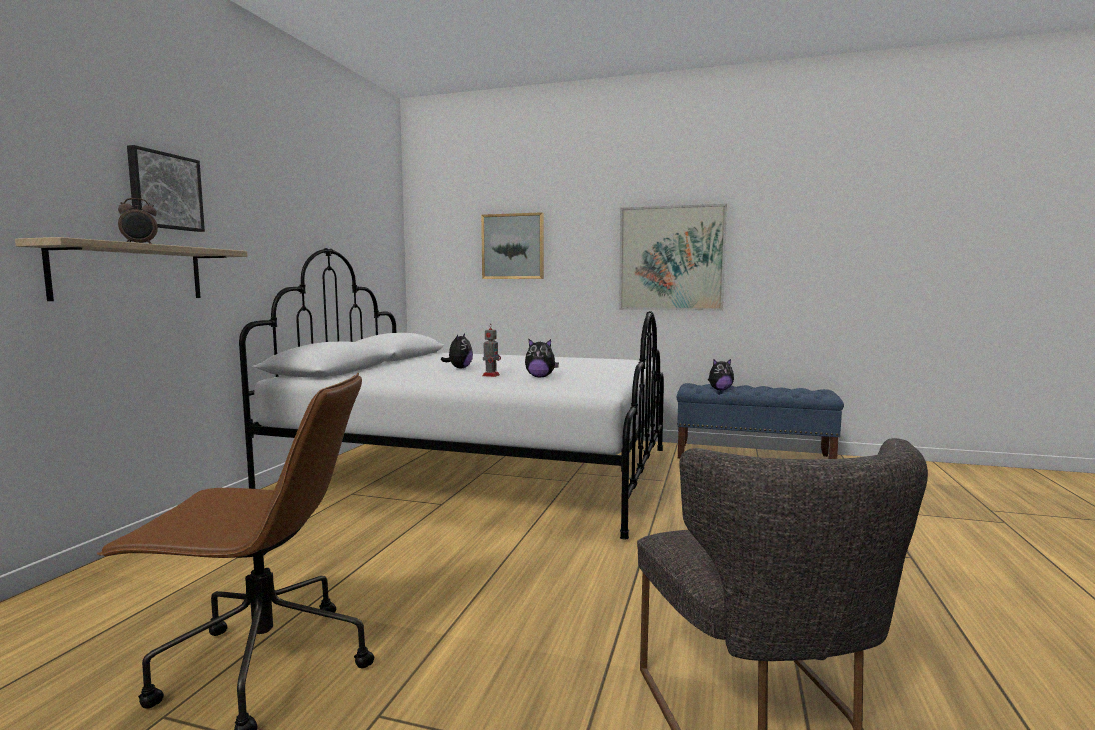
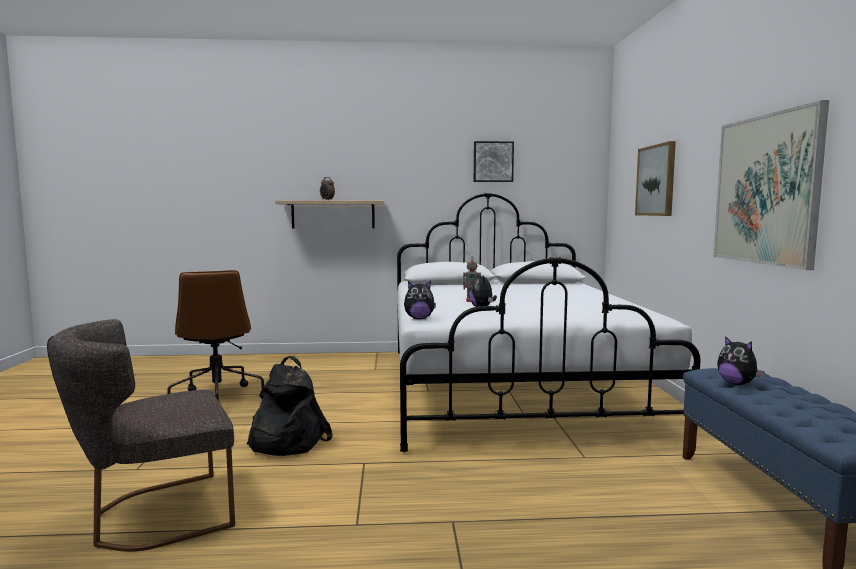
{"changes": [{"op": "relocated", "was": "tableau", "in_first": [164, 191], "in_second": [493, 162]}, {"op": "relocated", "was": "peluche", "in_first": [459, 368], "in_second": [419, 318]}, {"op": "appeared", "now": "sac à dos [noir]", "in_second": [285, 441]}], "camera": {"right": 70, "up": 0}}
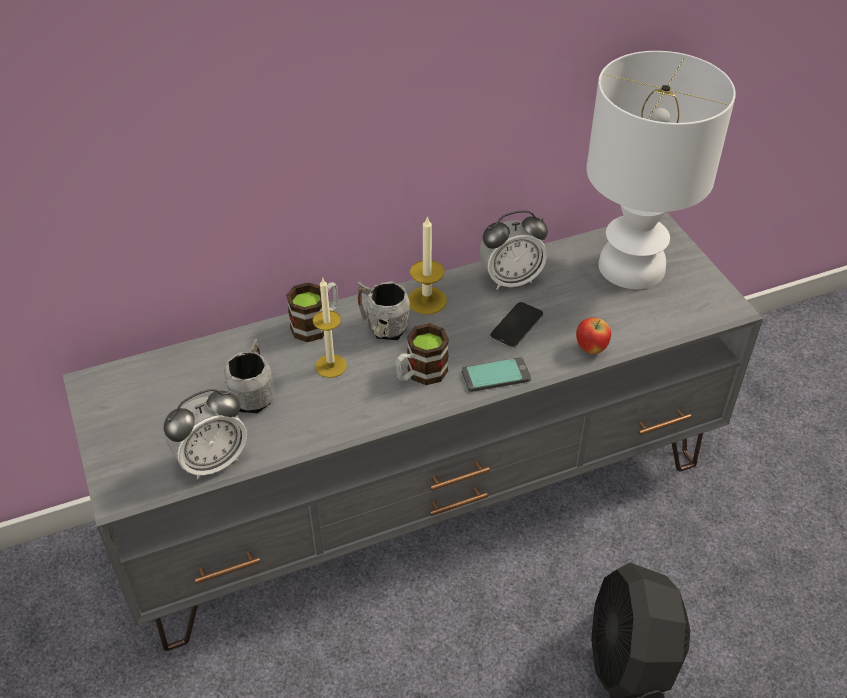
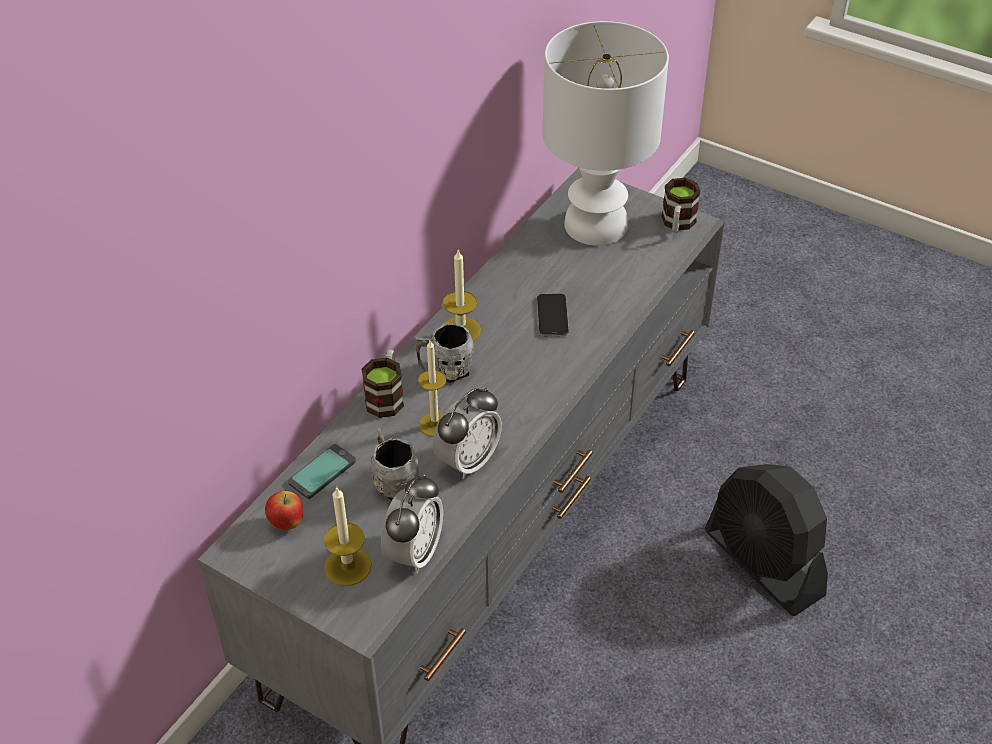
{"changes": [{"op": "relocated", "was": "réveil", "in_first": [511, 279], "in_second": [468, 461]}, {"op": "relocated", "was": "pomme", "in_first": [591, 348], "in_second": [286, 523]}, {"op": "relocated", "was": "mug", "in_first": [420, 374], "in_second": [677, 224]}, {"op": "relocated", "was": "téléphone", "in_first": [495, 375], "in_second": [322, 472]}, {"op": "appeared", "now": "bougie", "in_second": [348, 566]}], "camera": {"right": -35, "up": 0}}
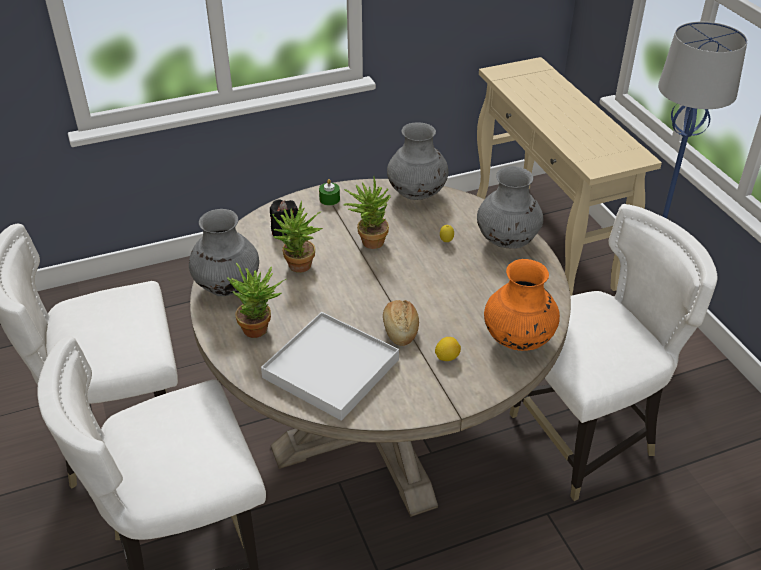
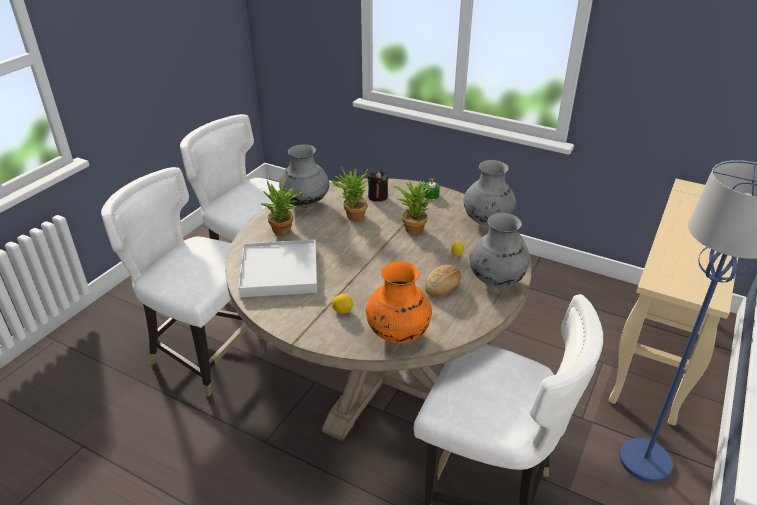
{"changes": [{"op": "relocated", "was": "pain", "in_first": [400, 329], "in_second": [443, 288]}], "camera": {"right": 50, "up": -5}}
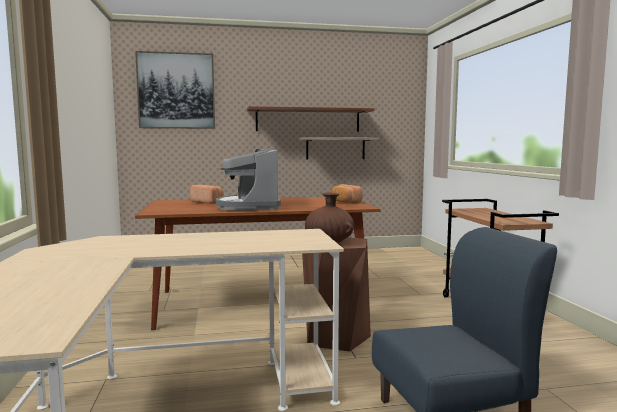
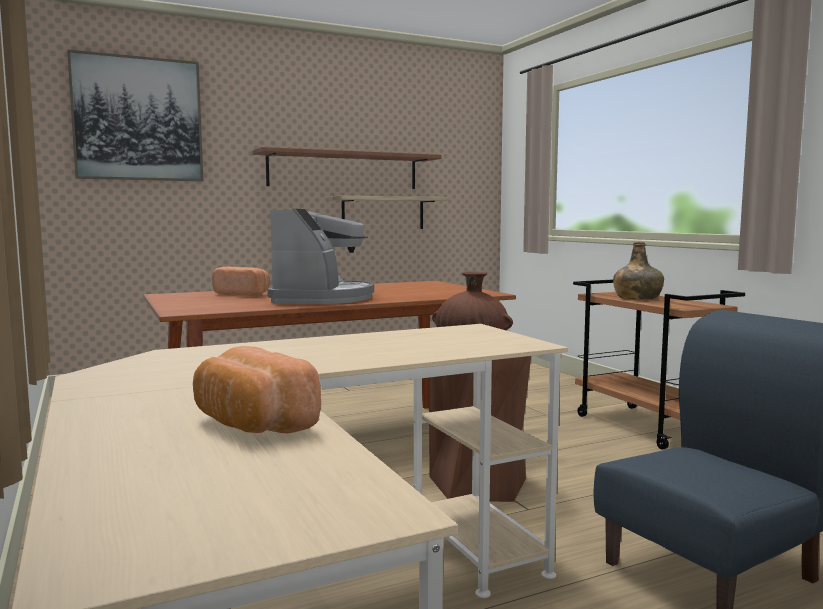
{"changes": [{"op": "spun", "was": "machine à café", "in_first": [249, 206], "in_second": [322, 298], "clockwise": -150}, {"op": "relocated", "was": "pain", "in_first": [344, 202], "in_second": [250, 424]}, {"op": "appeared", "now": "bouteille [vert]", "in_second": [637, 298]}], "camera": {"right": -15, "up": 0}}
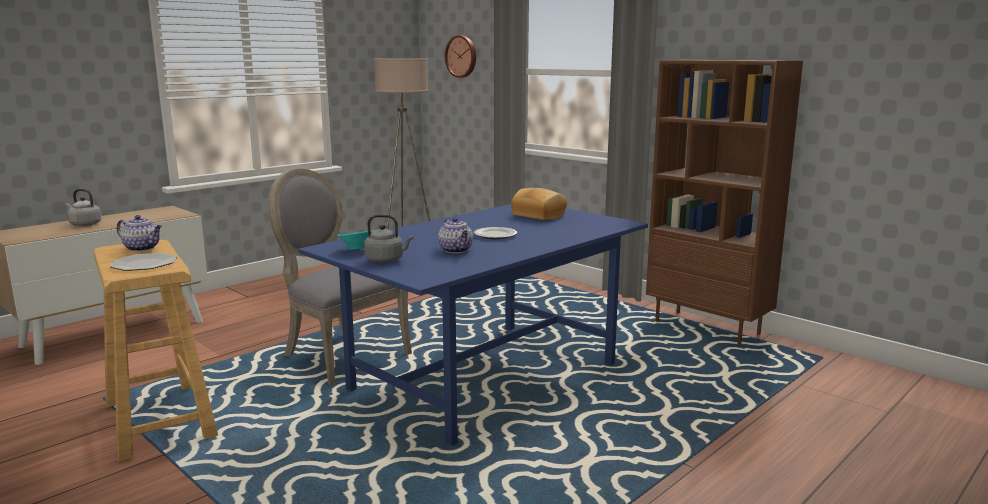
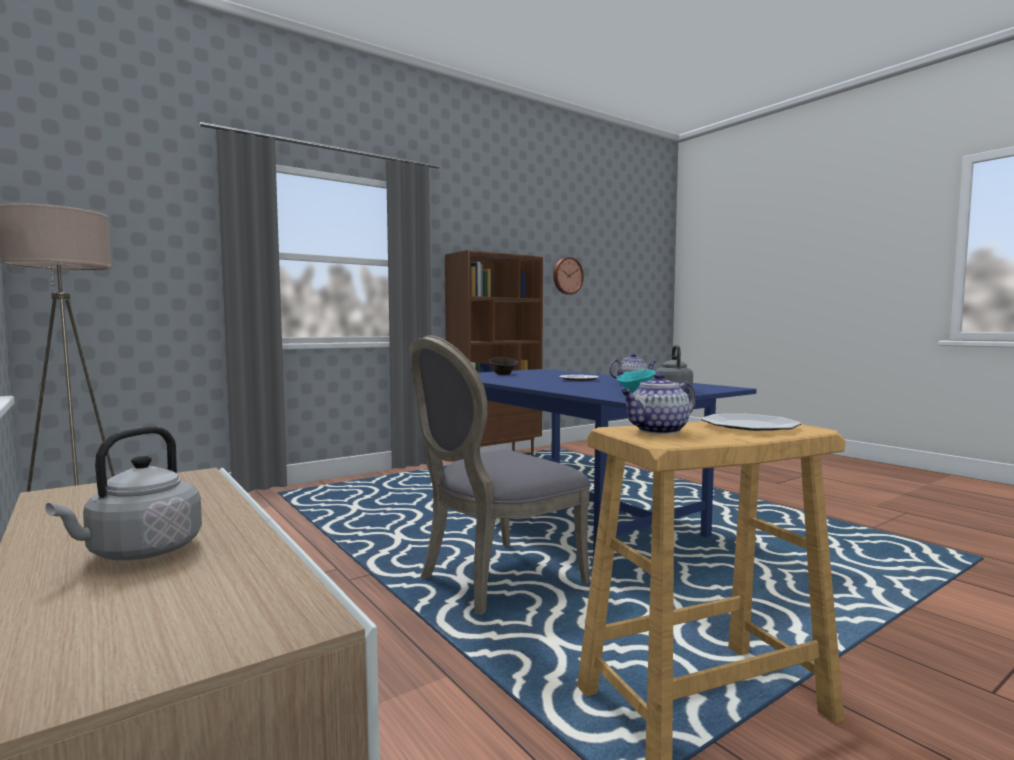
{"changes": [{"op": "relocated", "was": "horloge murale", "in_first": [462, 56], "in_second": [567, 276]}, {"op": "exchanged", "was": "pain", "now": "bol [marron]", "in_first": [539, 215], "in_second": [503, 374]}, {"op": "spun", "was": "théière", "in_first": [143, 248], "in_second": [658, 431], "clockwise": -150}], "camera": {"right": -80, "up": -10}}
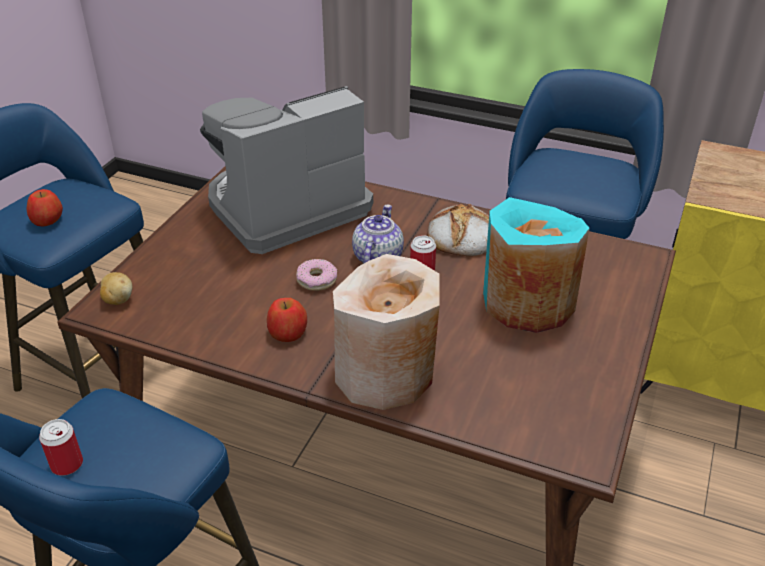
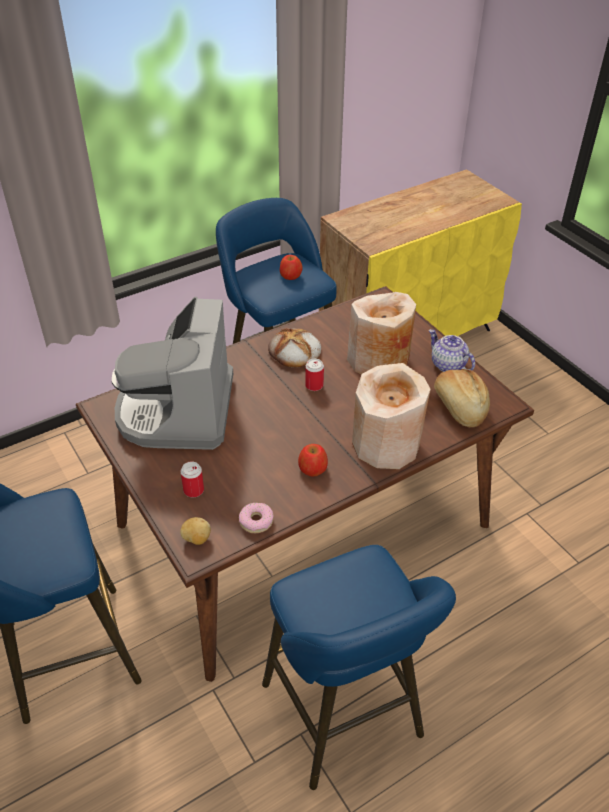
{"changes": [{"op": "relocated", "was": "pomme", "in_first": [47, 220], "in_second": [290, 275]}, {"op": "colour", "was": "vase [turquoise]", "now": "vase [beige]", "in_first": [527, 303], "in_second": [379, 360]}, {"op": "relocated", "was": "théière", "in_first": [377, 257], "in_second": [447, 365]}, {"op": "relocated", "was": "beignet", "in_first": [317, 280], "in_second": [256, 521]}, {"op": "relocated", "was": "boîte métallique", "in_first": [67, 464], "in_second": [193, 490]}, {"op": "appeared", "now": "pain", "in_second": [459, 407]}], "camera": {"right": -55, "up": 5}}
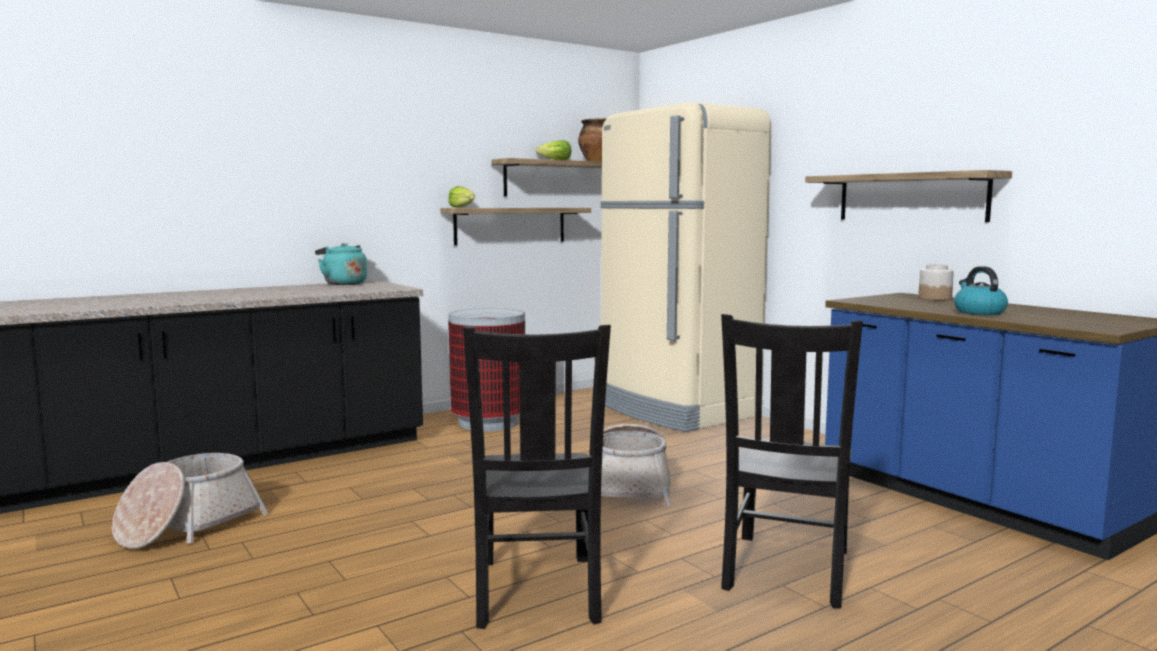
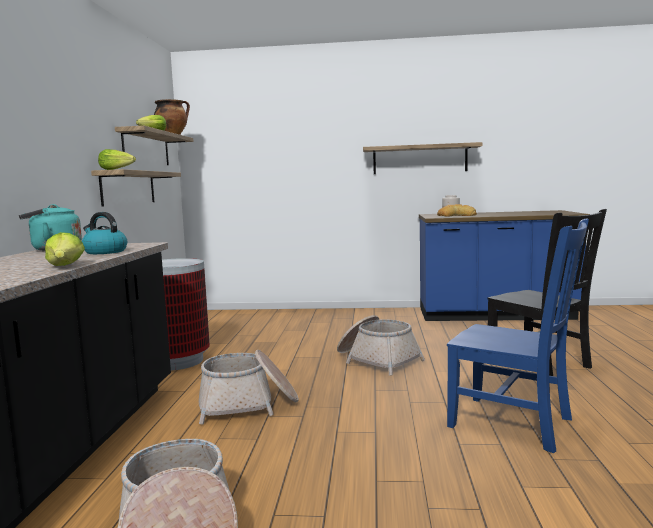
{"changes": [{"op": "missing", "was": "réfrigérateur [beige]", "in_first": [676, 411]}, {"op": "relocated", "was": "bouilloire", "in_first": [978, 312], "in_second": [104, 252]}, {"op": "colour", "was": "chaise [noir]", "now": "chaise [bleu]", "in_first": [536, 593], "in_second": [514, 423]}, {"op": "appeared", "now": "pain", "in_second": [456, 216]}, {"op": "appeared", "now": "laitue", "in_second": [66, 266]}, {"op": "appeared", "now": "panier", "in_second": [248, 405]}], "camera": {"right": -50, "up": 0}}
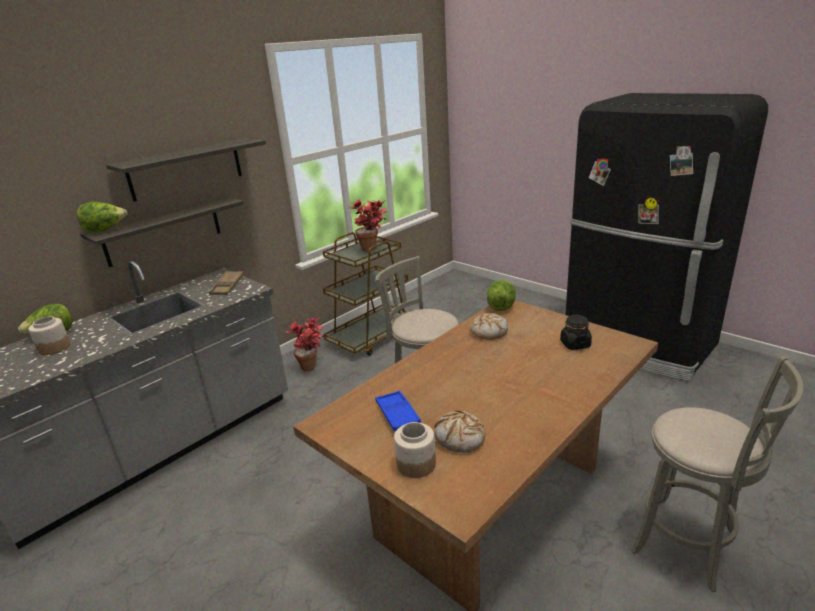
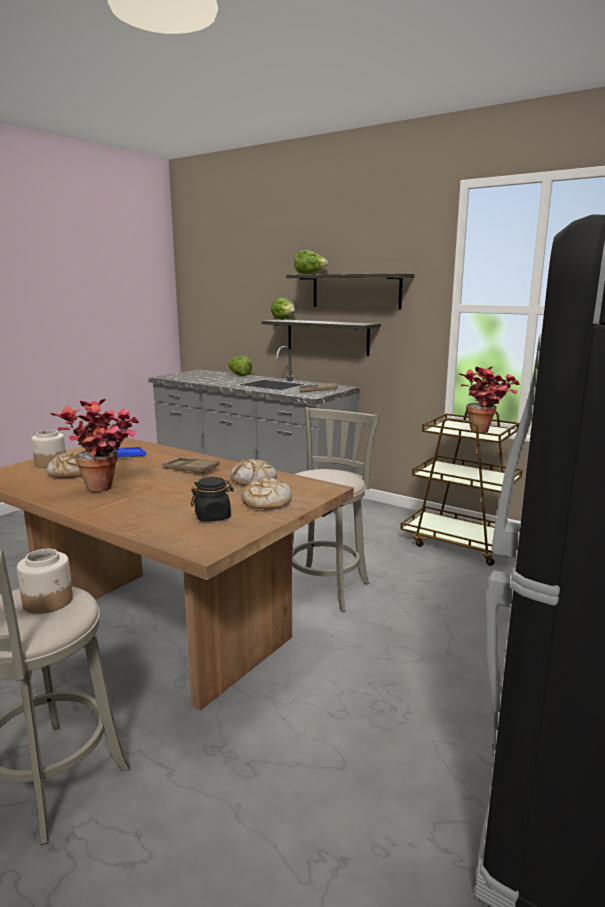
{"changes": [{"op": "relocated", "was": "laitue", "in_first": [501, 306], "in_second": [309, 274]}, {"op": "relocated", "was": "bocal", "in_first": [55, 347], "in_second": [48, 601]}, {"op": "relocated", "was": "plante en pot", "in_first": [312, 365], "in_second": [106, 490]}, {"op": "appeared", "now": "plateau [marron]", "in_second": [191, 469]}, {"op": "appeared", "now": "pain", "in_second": [265, 502]}], "camera": {"right": 80, "up": -10}}
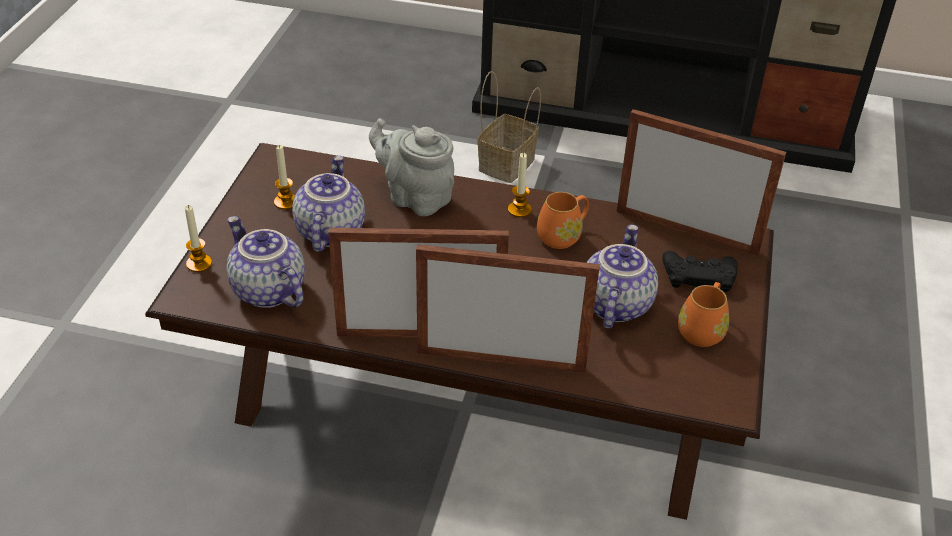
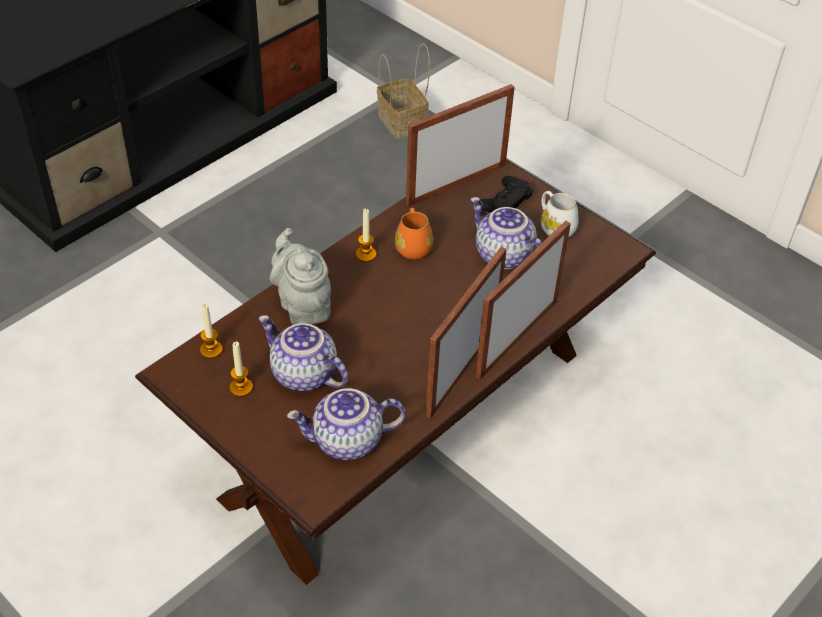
{"changes": [{"op": "relocated", "was": "panier", "in_first": [506, 166], "in_second": [403, 123]}, {"op": "spun", "was": "théière [gris]", "in_first": [415, 198], "in_second": [303, 305], "clockwise": 90}, {"op": "relocated", "was": "bougie", "in_first": [199, 264], "in_second": [211, 350]}, {"op": "colour", "was": "mug [orange]", "now": "mug [blanc]", "in_first": [702, 329], "in_second": [555, 227]}], "camera": {"right": -60, "up": 5}}
